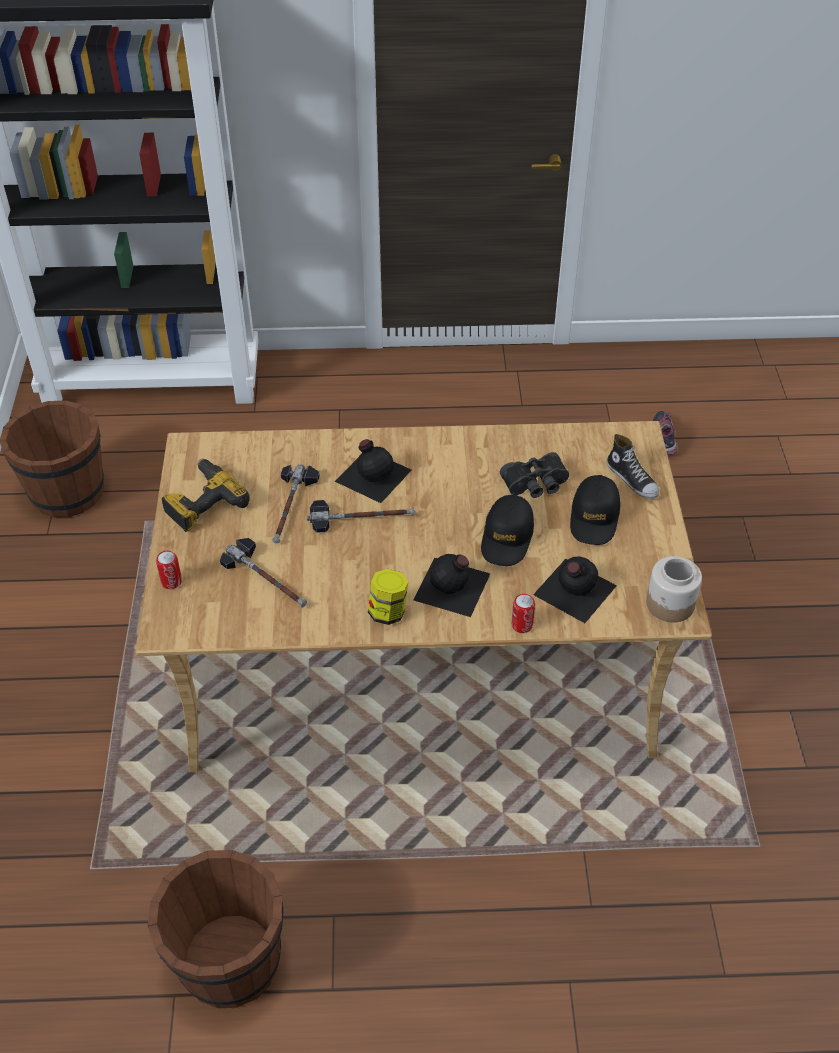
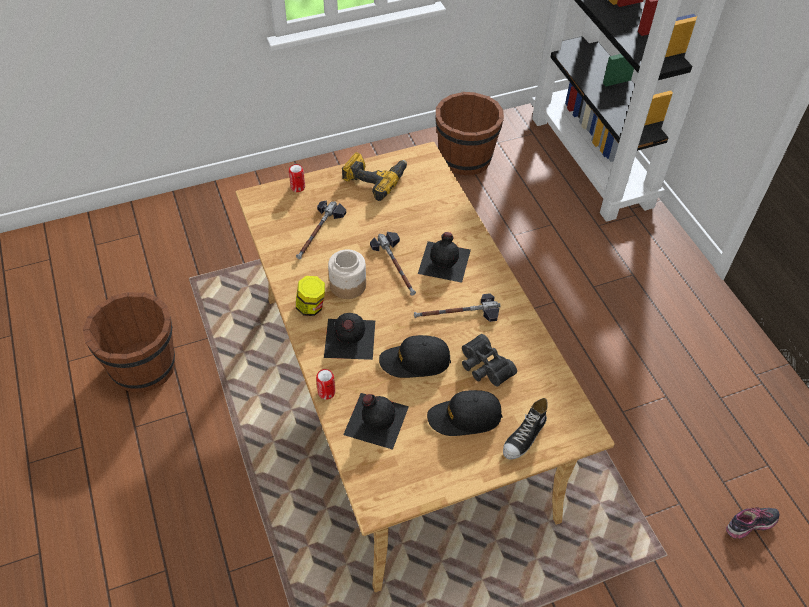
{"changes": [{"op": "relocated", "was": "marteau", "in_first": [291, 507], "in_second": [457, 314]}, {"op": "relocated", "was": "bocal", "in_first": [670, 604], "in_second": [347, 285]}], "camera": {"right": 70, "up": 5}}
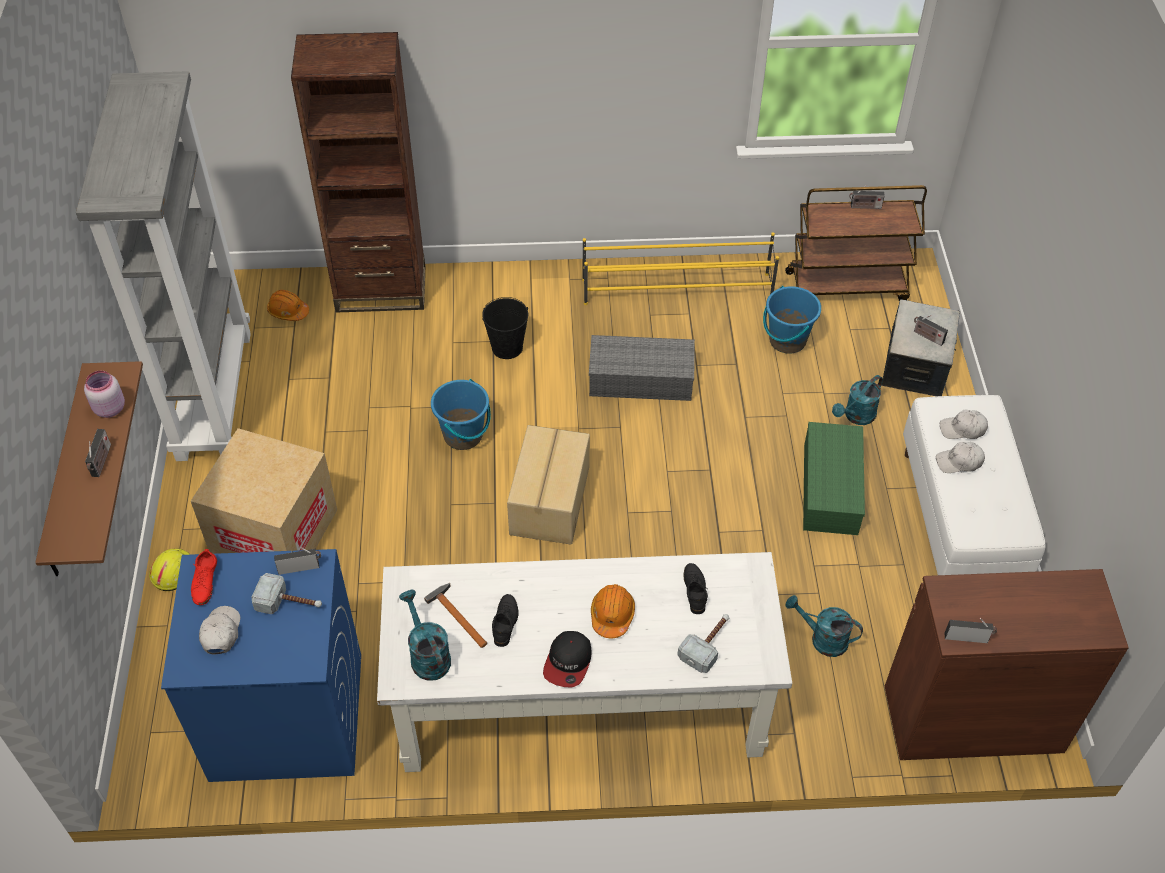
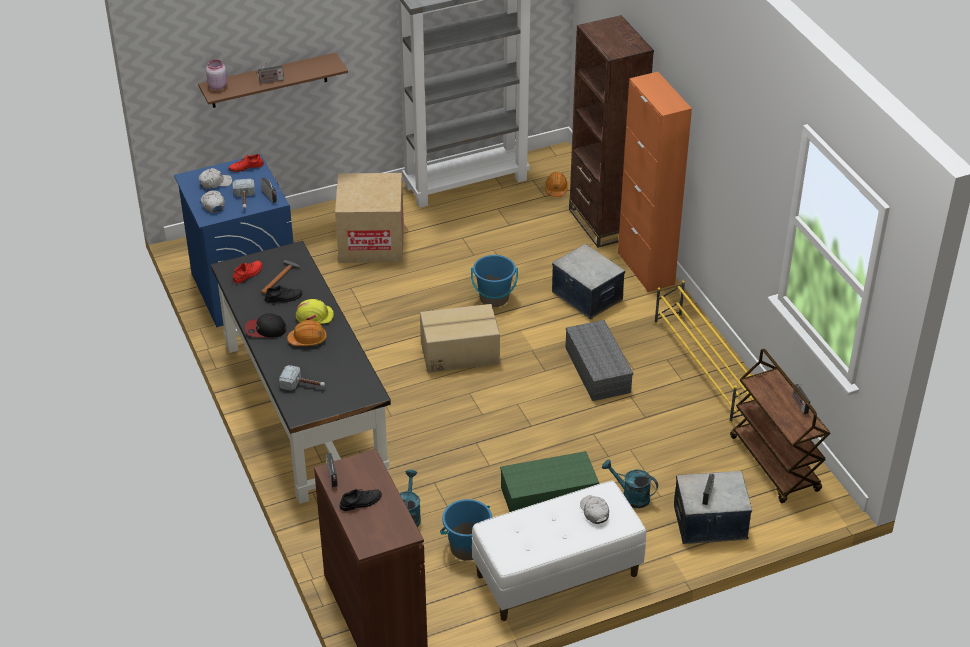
{"changes": [{"op": "relocated", "was": "seau [bleu]", "in_first": [787, 340], "in_second": [467, 548]}, {"op": "exchanged", "was": "seau [noir]", "now": "boîte de rangement", "in_first": [507, 347], "in_second": [586, 296]}, {"op": "relocated", "was": "bocal [rose]", "in_first": [109, 408], "in_second": [217, 86]}, {"op": "relocated", "was": "casquette [blanc]", "in_first": [959, 462], "in_second": [212, 204]}, {"op": "relocated", "was": "casque de chantier [jaune]", "in_first": [172, 571], "in_second": [315, 317]}, {"op": "colour", "was": "bureau [blanc]", "now": "bureau [noir]", "in_first": [579, 705], "in_second": [303, 408]}, {"op": "relocated", "was": "chaussure [noir]", "in_first": [695, 590], "in_second": [361, 502]}, {"op": "exchanged", "was": "arrosoir [turquoise]", "now": "chaussure [rouge]", "in_first": [427, 655], "in_second": [248, 274]}, {"op": "appeared", "now": "meuble de rangement [orange]", "in_second": [646, 268]}], "camera": {"right": 70, "up": -10}}
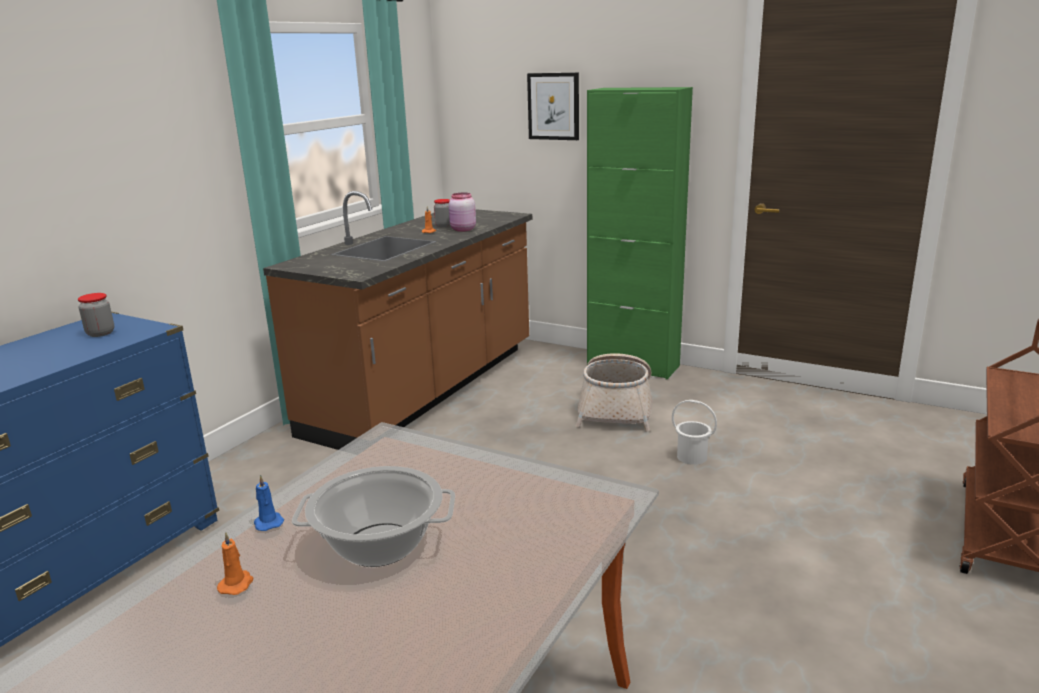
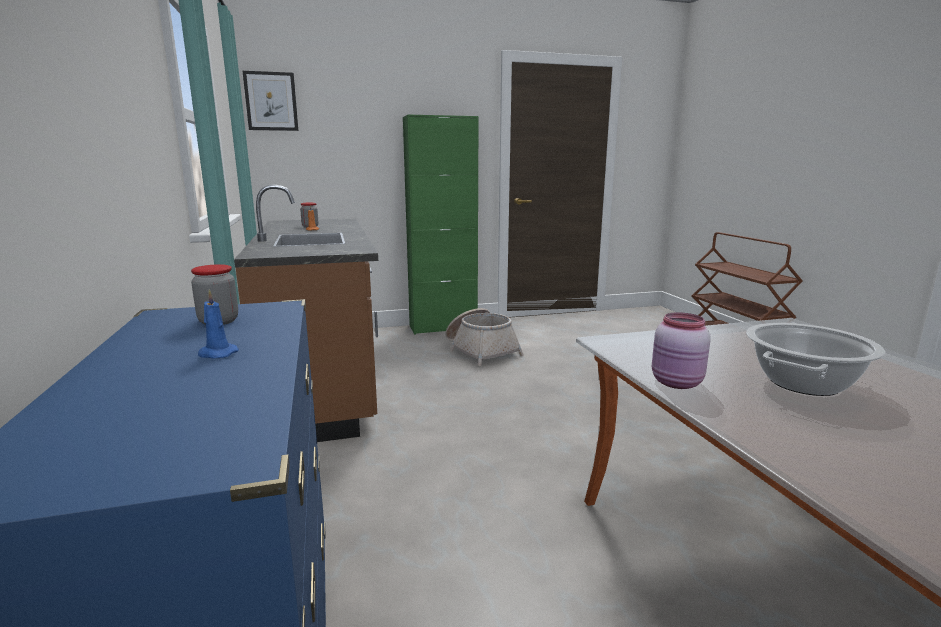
{"changes": [{"op": "relocated", "was": "tableau", "in_first": [553, 106], "in_second": [271, 101]}, {"op": "relocated", "was": "bocal [rose]", "in_first": [462, 229], "in_second": [677, 383]}, {"op": "missing", "was": "seau [blanc]", "in_first": [691, 457]}, {"op": "relocated", "was": "bougie [bleu]", "in_first": [268, 522], "in_second": [216, 354]}, {"op": "missing", "was": "bougie [orange]", "in_first": [237, 584]}], "camera": {"right": -45, "up": -5}}
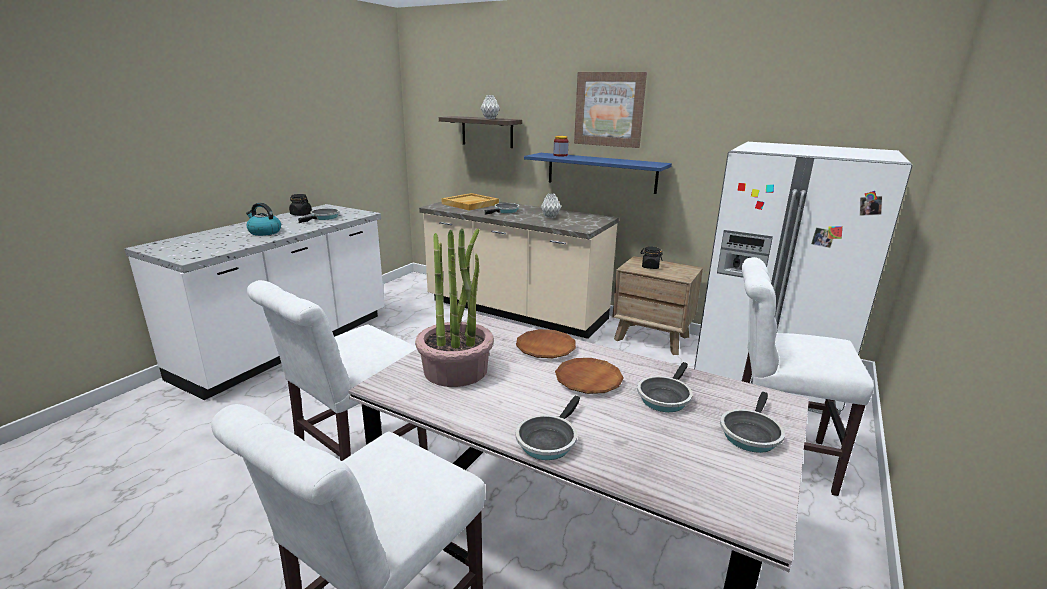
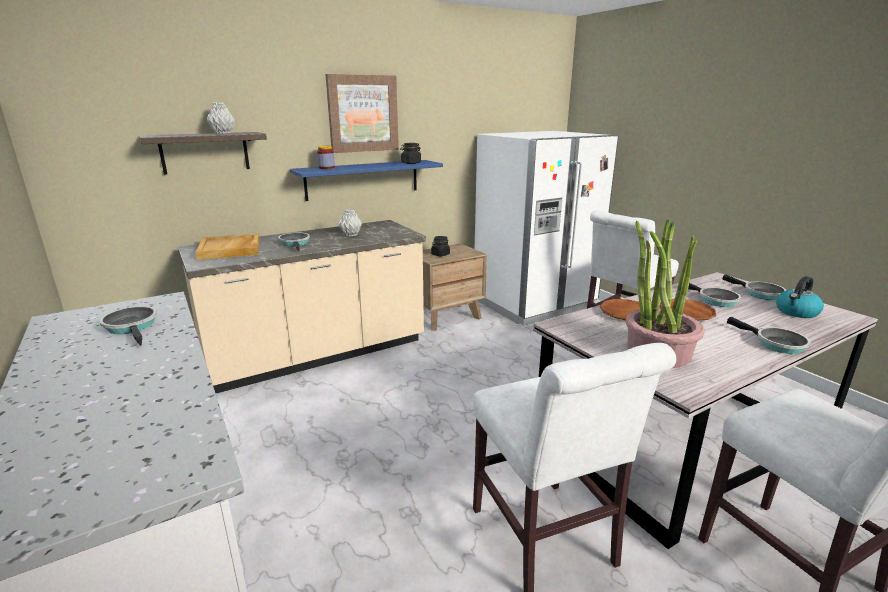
{"changes": [{"op": "relocated", "was": "bocal [noir]", "in_first": [301, 214], "in_second": [411, 163]}, {"op": "relocated", "was": "bouilloire", "in_first": [264, 232], "in_second": [796, 312]}], "camera": {"right": -60, "up": 0}}
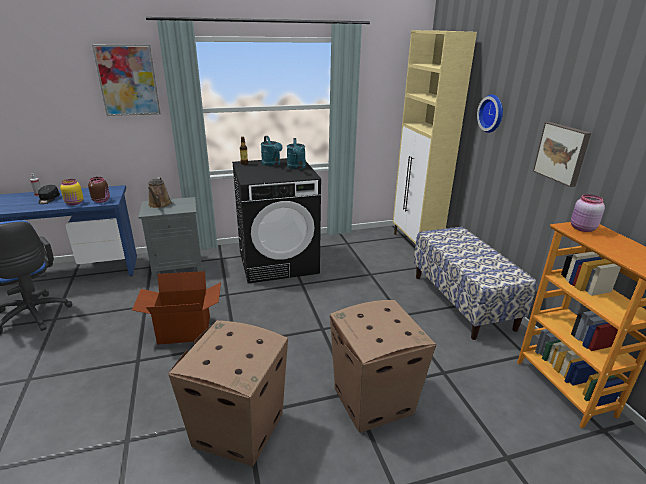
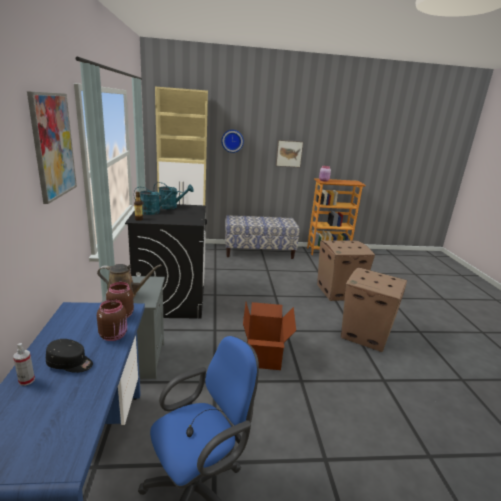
{"changes": [{"op": "colour", "was": "bocal [jaune]", "now": "bocal [marron]", "in_first": [75, 203], "in_second": [114, 335]}], "camera": {"right": -80, "up": -5}}
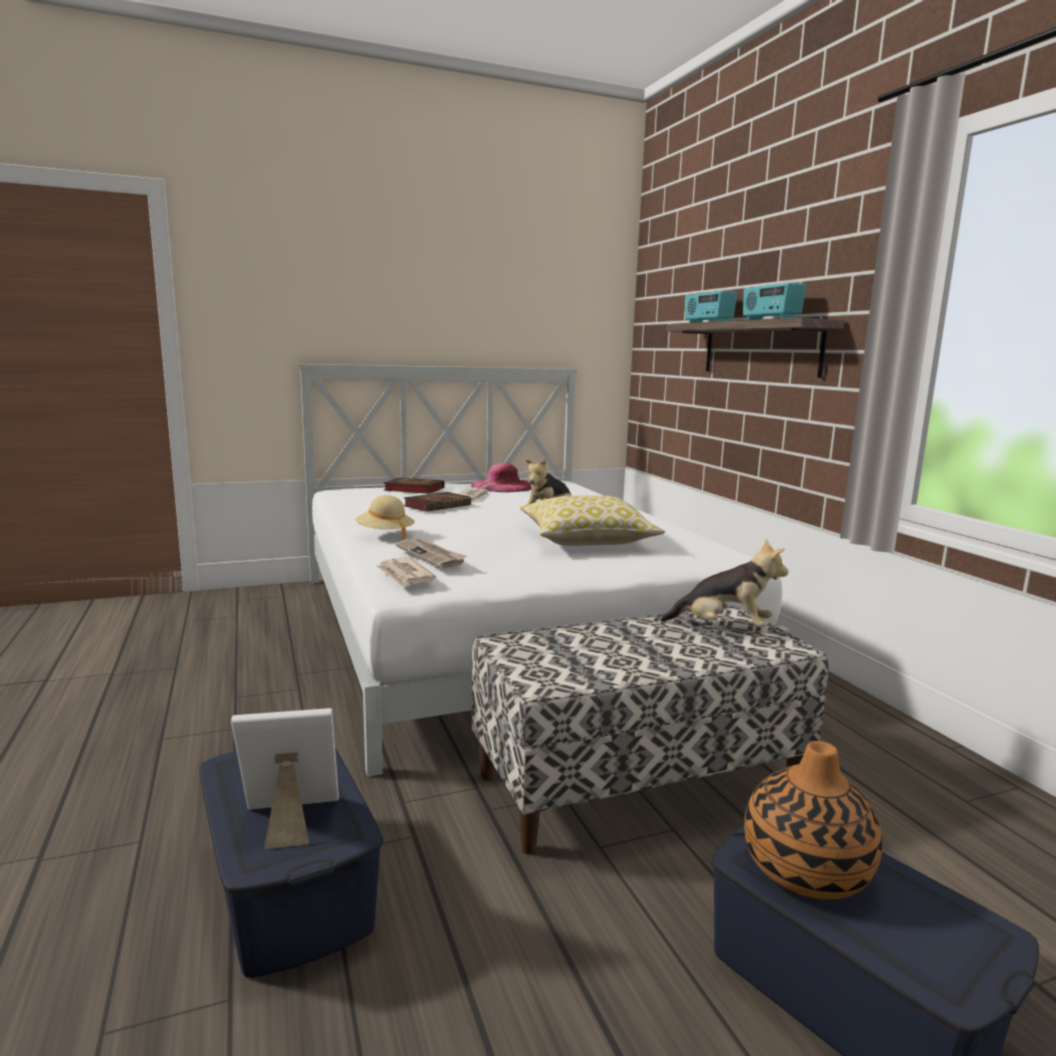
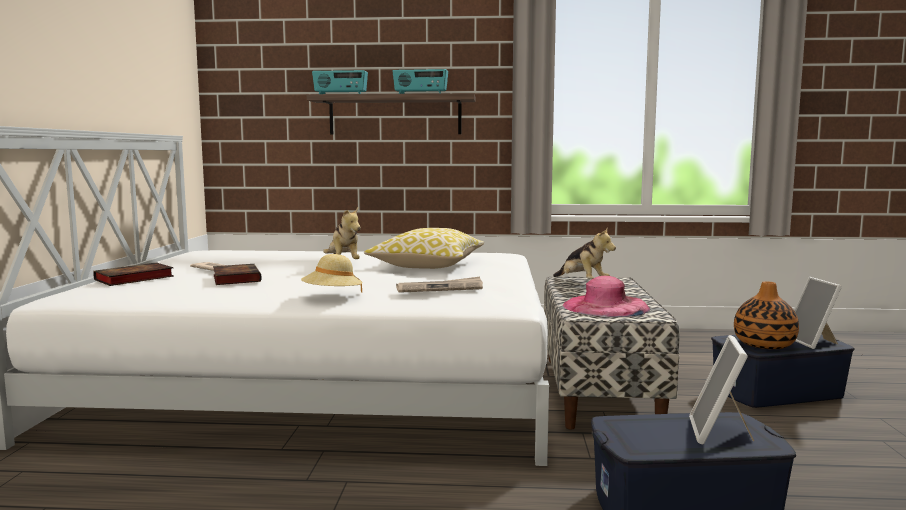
{"changes": [{"op": "relocated", "was": "chapeau [rose]", "in_first": [503, 486], "in_second": [605, 306]}, {"op": "spun", "was": "peluche", "in_first": [723, 627], "in_second": [582, 282], "clockwise": 105}, {"op": "missing", "was": "journal", "in_first": [405, 575]}, {"op": "appeared", "now": "cadre photo", "in_second": [812, 342]}], "camera": {"right": -65, "up": -5}}
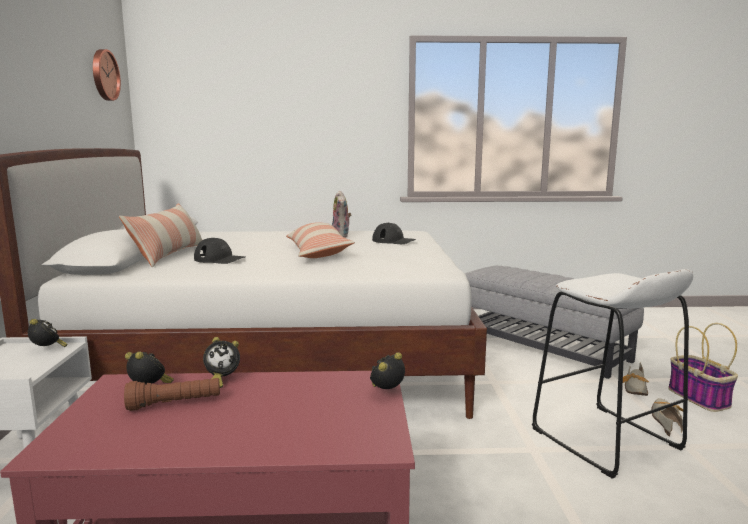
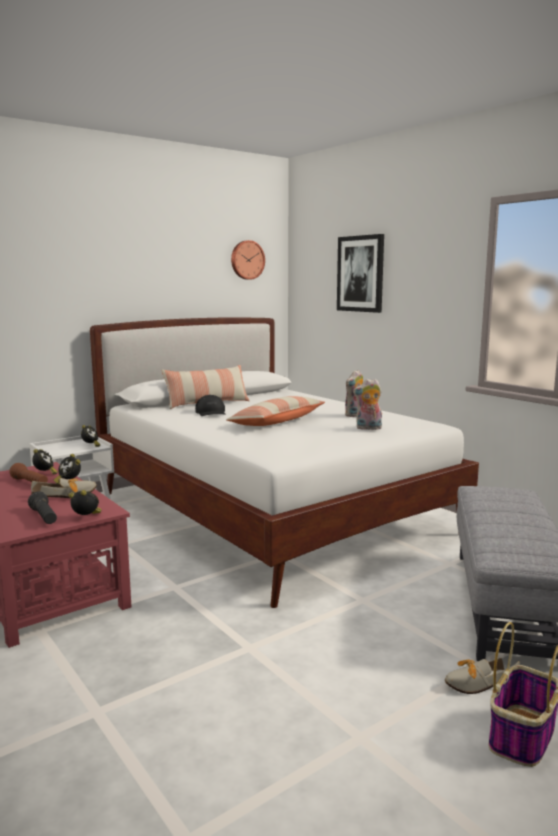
{"changes": [{"op": "exchanged", "was": "casquette [noir]", "now": "peluche", "in_first": [394, 241], "in_second": [368, 428]}, {"op": "missing", "was": "tabouret [blanc]", "in_first": [605, 439]}, {"op": "relocated", "was": "chaussure", "in_first": [666, 420], "in_second": [69, 495]}, {"op": "appeared", "now": "tableau", "in_second": [360, 274]}, {"op": "appeared", "now": "lampe de poche [noir]", "in_second": [44, 517]}], "camera": {"right": 55, "up": 0}}
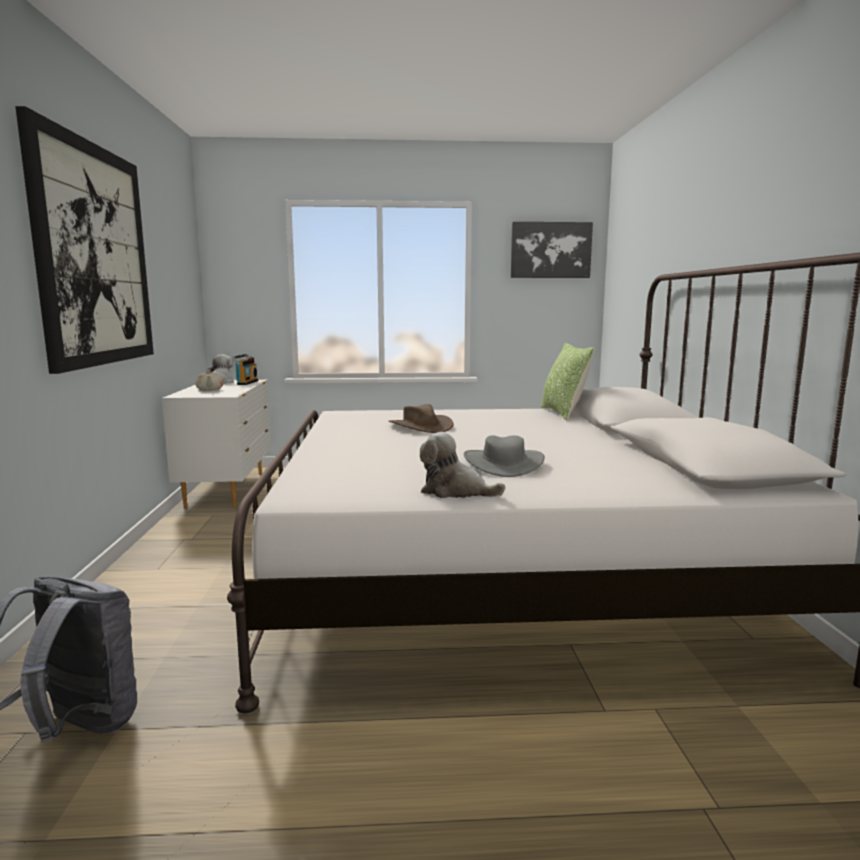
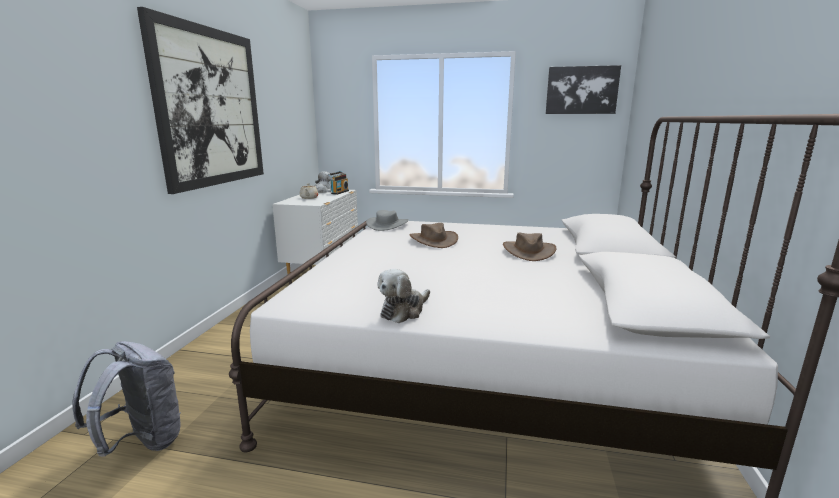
{"changes": [{"op": "missing", "was": "coussin", "in_first": [563, 413]}, {"op": "spun", "was": "peluche", "in_first": [455, 491], "in_second": [404, 311], "clockwise": -90}, {"op": "relocated", "was": "chapeau [gris]", "in_first": [503, 464], "in_second": [388, 225]}, {"op": "appeared", "now": "chapeau [marron]", "in_second": [528, 251]}], "camera": {"right": 15, "up": 5}}
